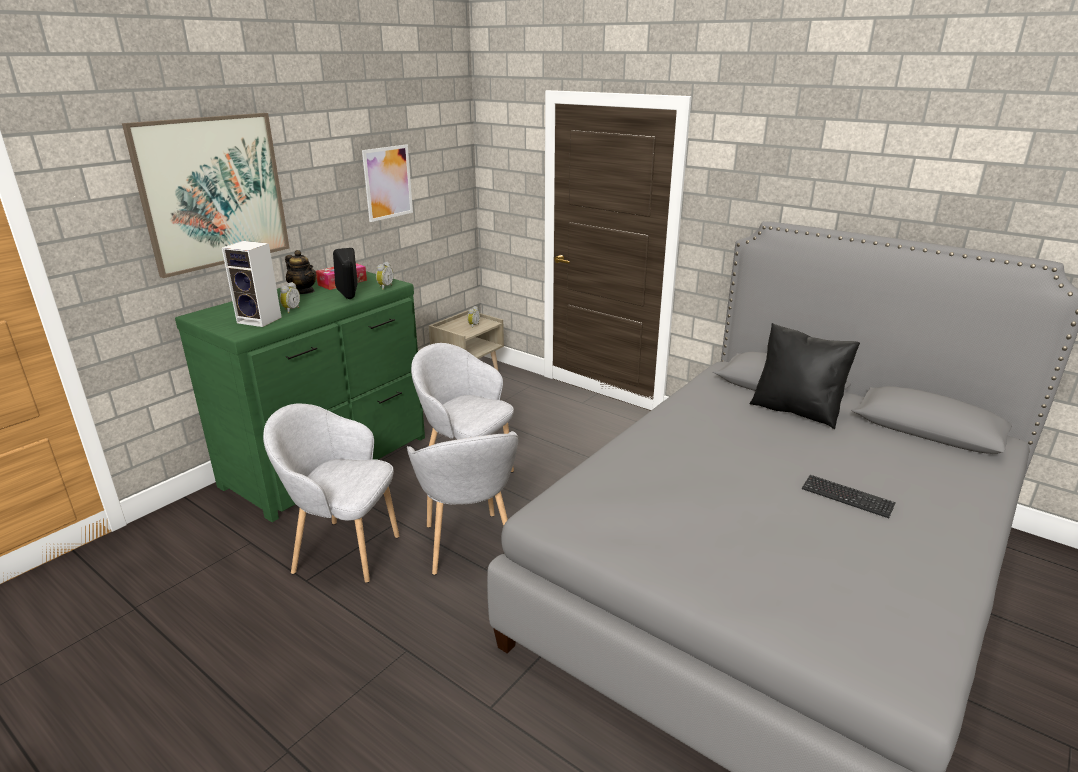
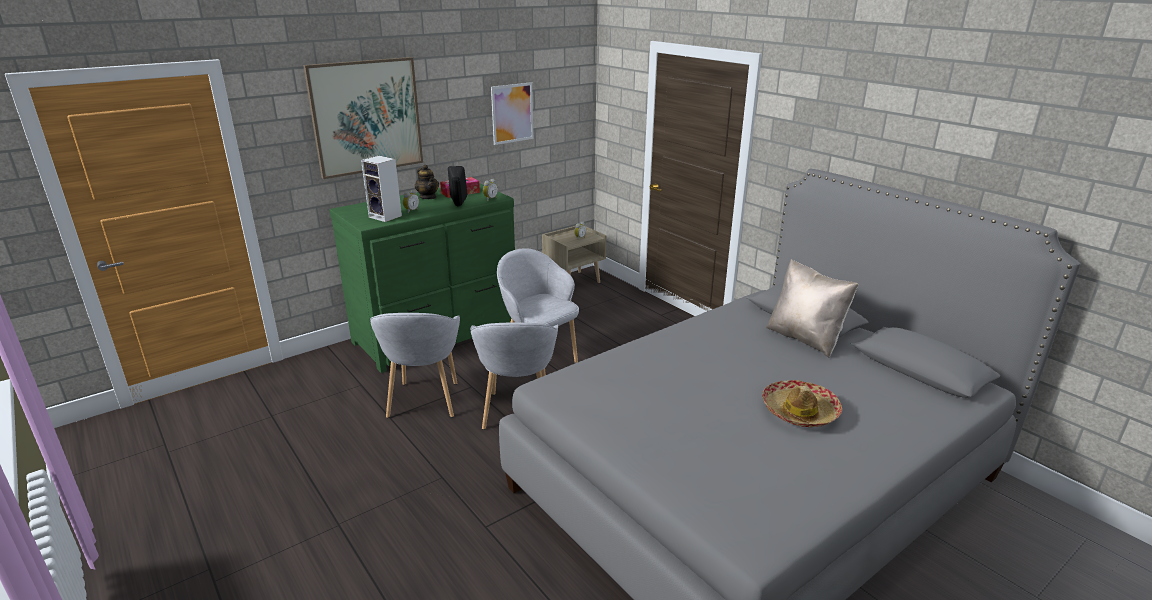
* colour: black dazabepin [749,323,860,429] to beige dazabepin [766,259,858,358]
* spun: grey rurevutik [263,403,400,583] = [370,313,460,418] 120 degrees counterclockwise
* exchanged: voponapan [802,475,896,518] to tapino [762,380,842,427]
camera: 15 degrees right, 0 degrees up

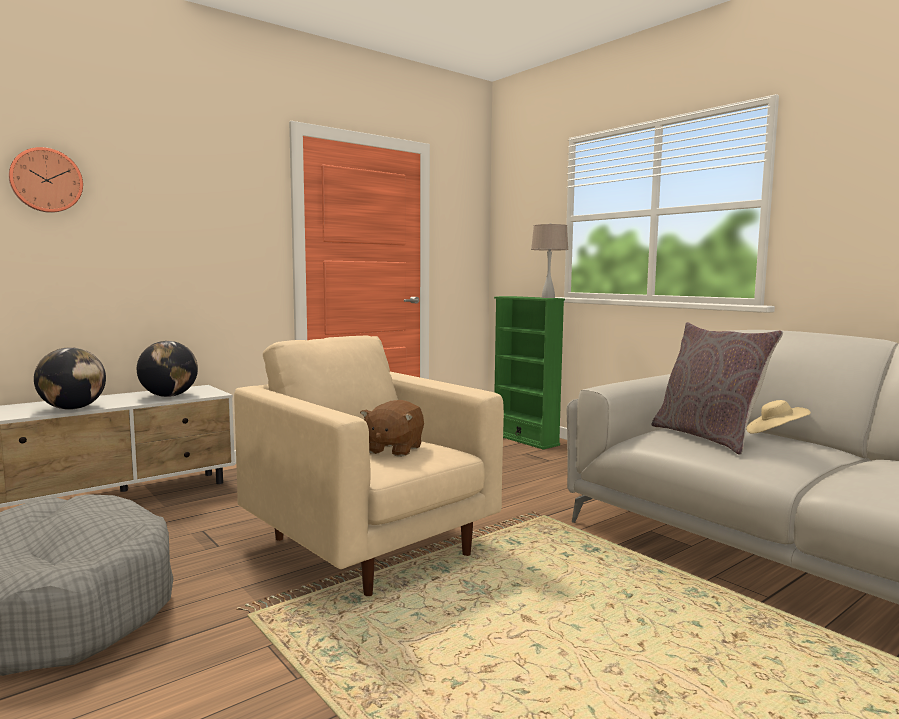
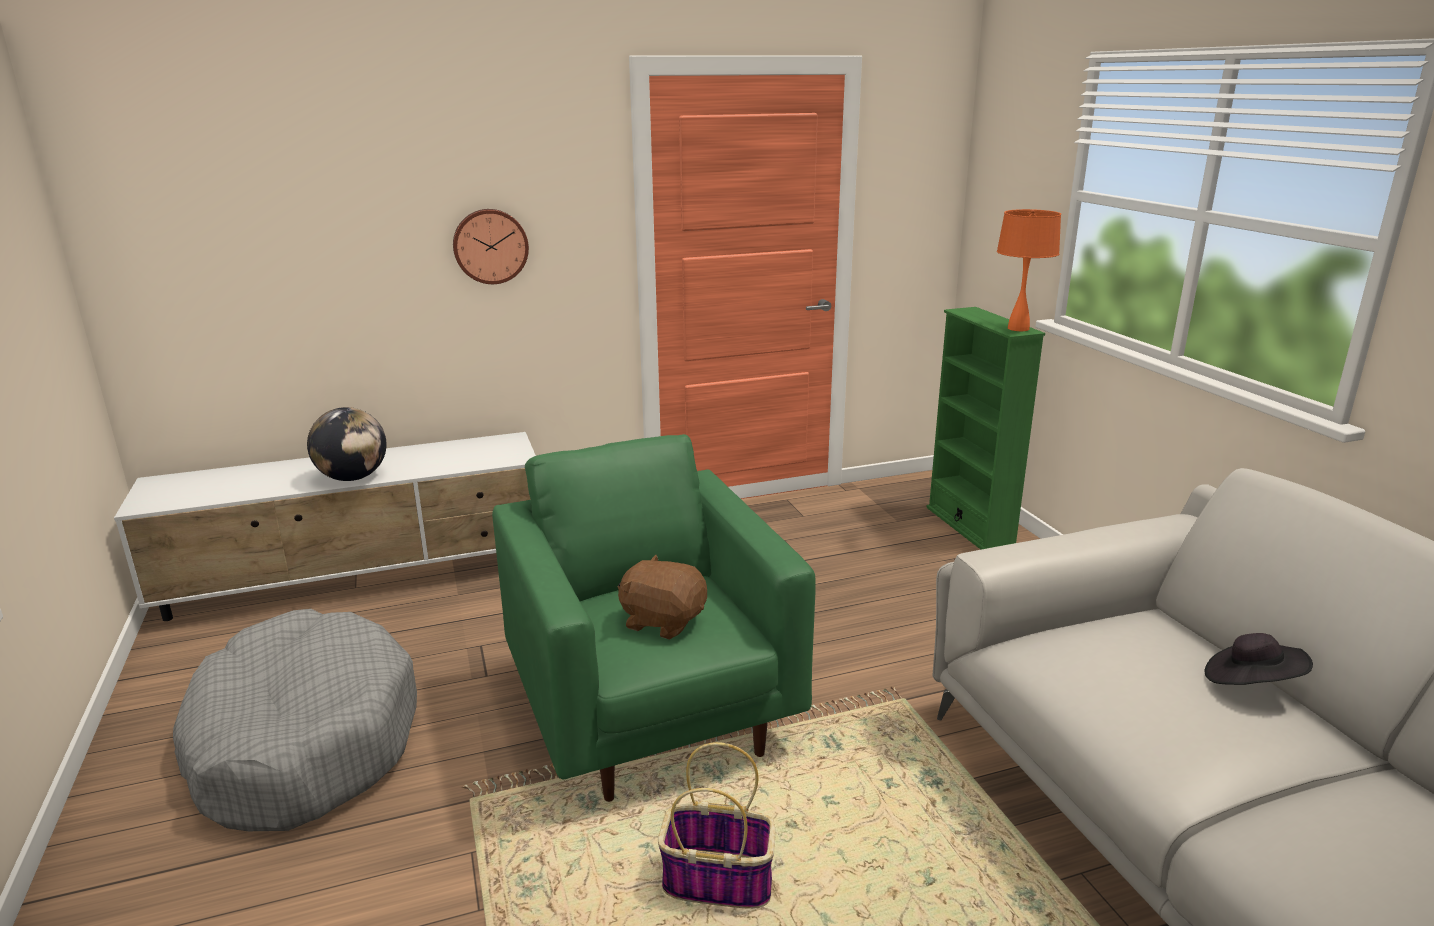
* relocated: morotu [9,147,83,213] to [453,209,529,284]
* colour: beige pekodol [531,223,568,298] to orange pekodol [997,209,1061,331]
* missing: grey dazabepin [651,322,783,455]
* colour: beige rurevutik [234,336,504,596] to green rurevutik [492,434,816,802]
* missing: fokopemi [137,341,198,397]
* spun: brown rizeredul [360,400,424,457] = [618,555,707,640] 75 degrees clockwise
* colour: beige tapino [746,400,811,434] to black tapino [1205,633,1313,685]
* appeared: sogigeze [658,742,776,909]
camera: 20 degrees right, 15 degrees up

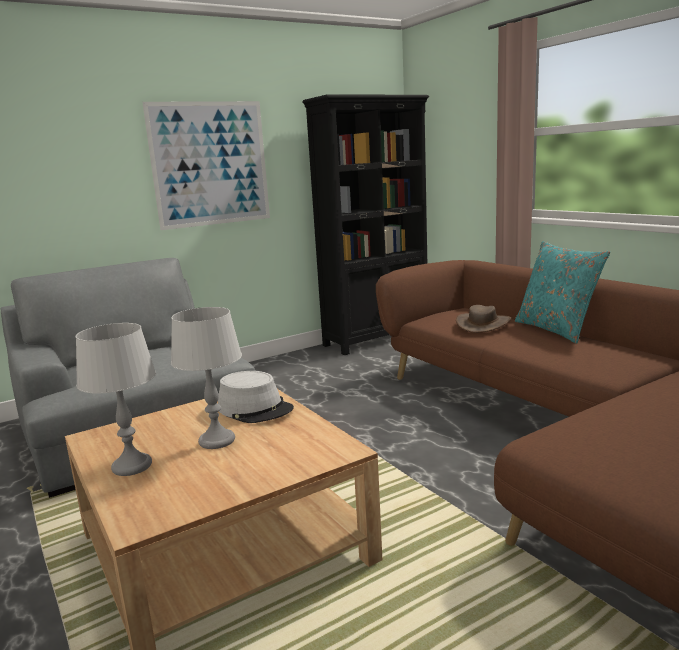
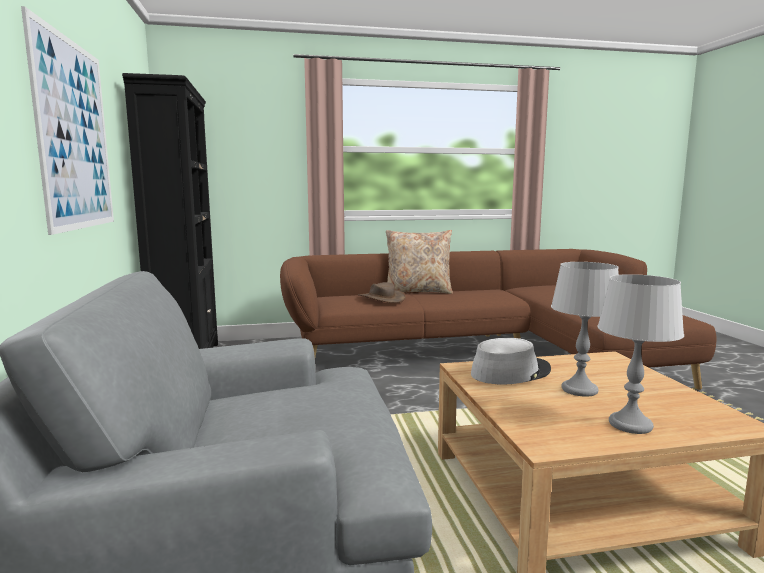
* colour: turquoise dazabepin [515,241,610,344] to beige dazabepin [386,230,453,294]
camera: 70 degrees left, 5 degrees down

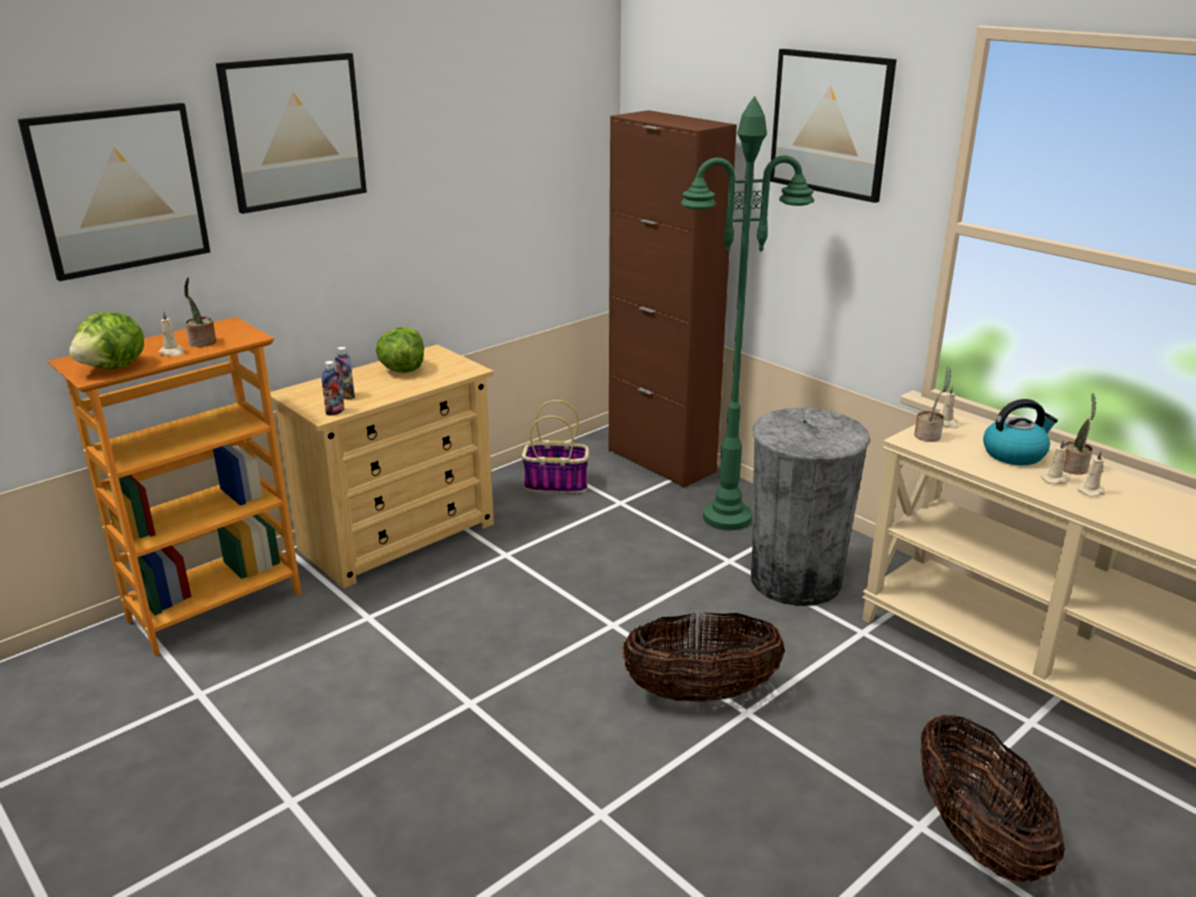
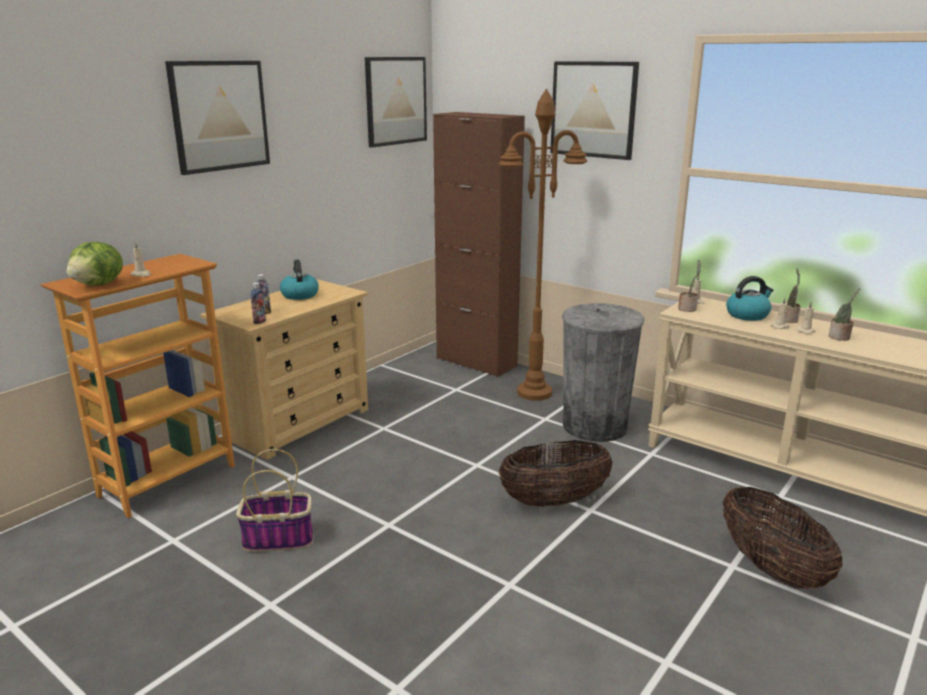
* colour: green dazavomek [681,96,814,530] to brown dazavomek [499,89,587,401]
* relocated: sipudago [18,103,210,281] to [365,57,427,148]
* relocated: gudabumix [184,277,216,347] to [829,288,860,341]
* exchanged: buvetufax [376,327,424,373] to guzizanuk [280,260,319,300]
* relocated: sogigeze [522,400,589,493] to [236,449,313,552]
camera: 10 degrees left, 5 degrees down

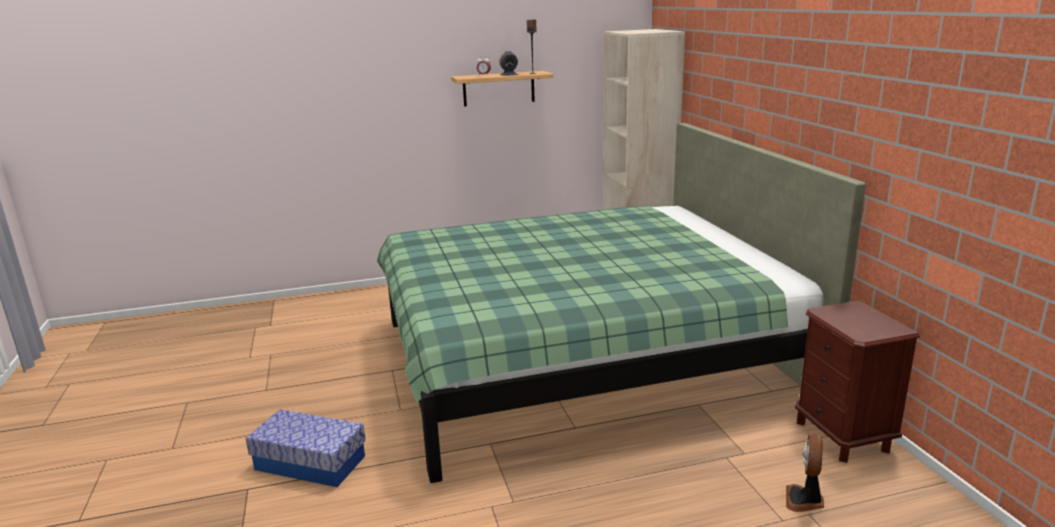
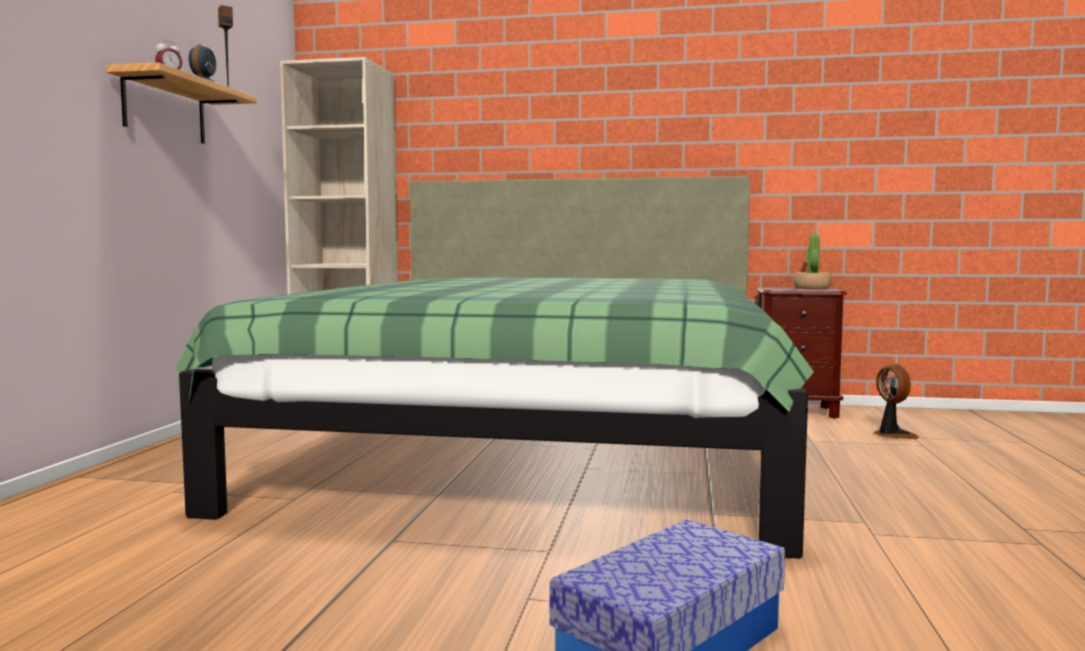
* spun: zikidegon [786,434,824,512] = [874,364,919,439] 150 degrees counterclockwise
* appeared: gudabumix [793,234,831,289]
camera: 65 degrees left, 15 degrees down

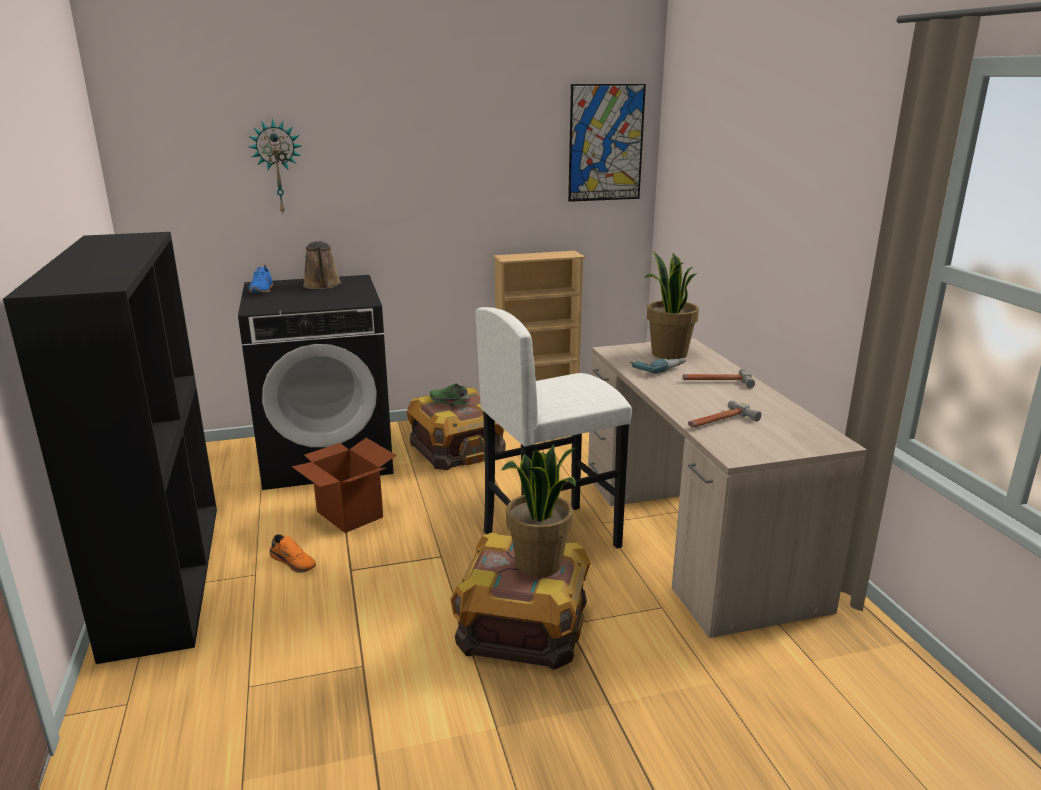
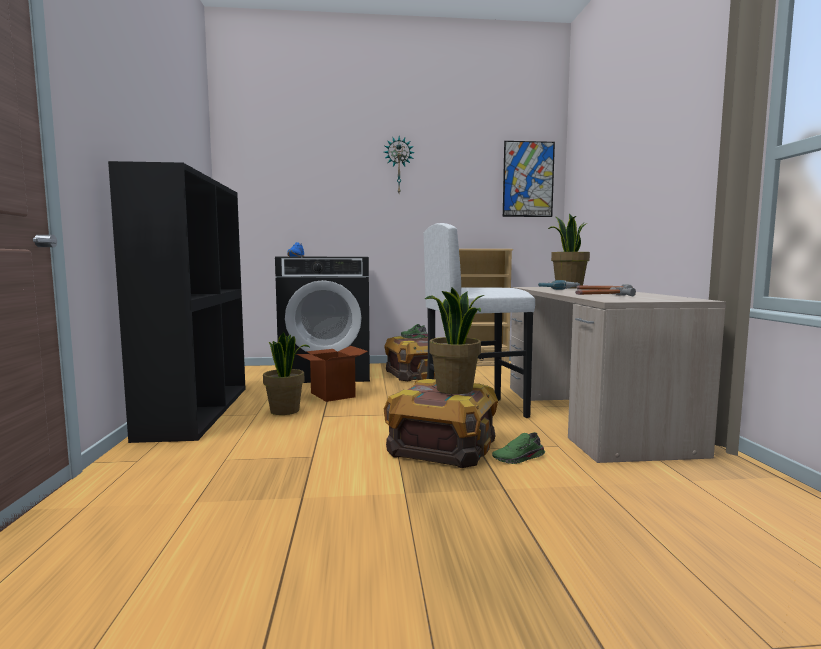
* relocated: morotu [249,119,301,214] to [384,136,415,193]
* missing: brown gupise [303,241,342,289]
* exchanged: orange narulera [270,534,316,573] to gudabumix [263,332,309,415]
* appeared: green narulera [492,432,545,464]
camera: 10 degrees right, 15 degrees down

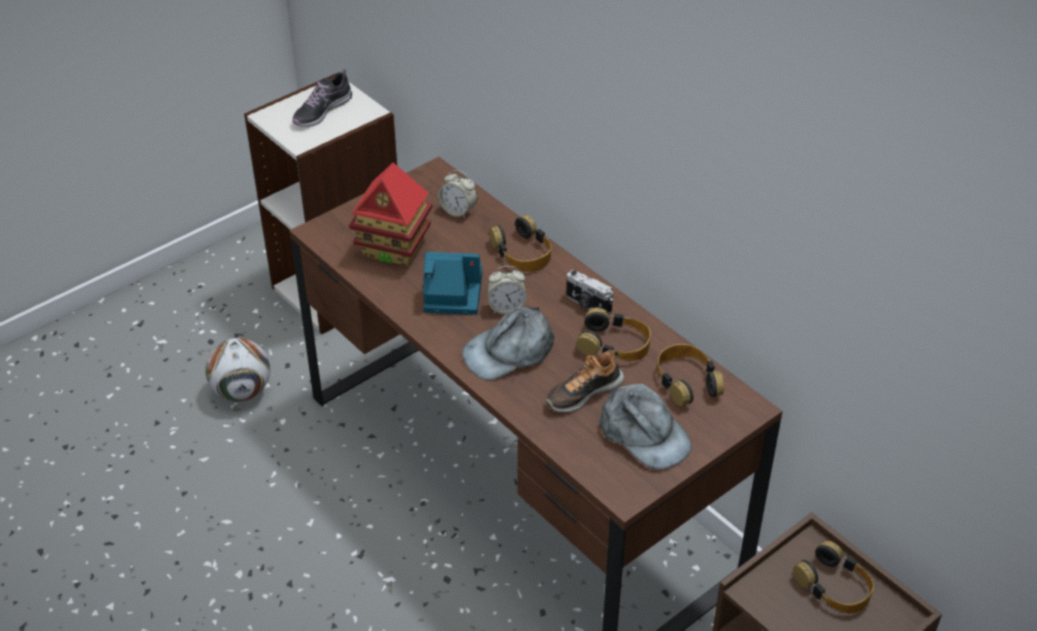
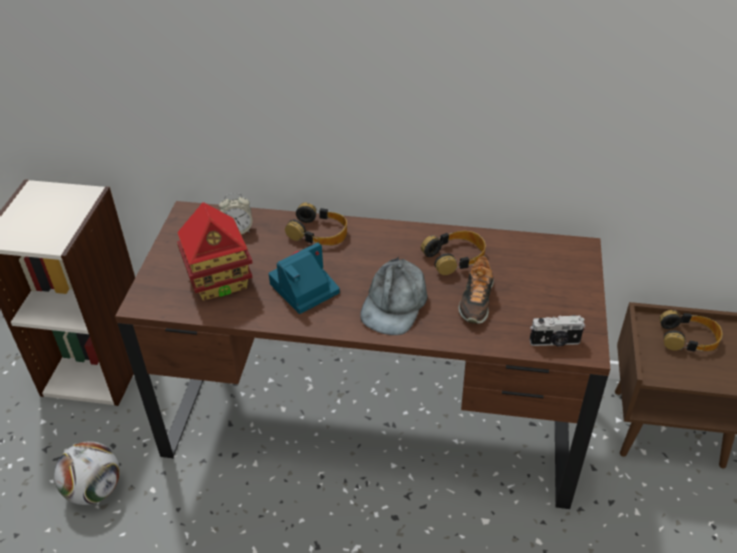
* missing: narulera [292,69,352,127]
* missing: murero [487,266,527,315]
* relocated: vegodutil [566,270,613,315] to [530,315,585,346]
* missing: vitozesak [657,344,724,406]
* missing: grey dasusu [599,384,692,469]
camera: 40 degrees left, 0 degrees up

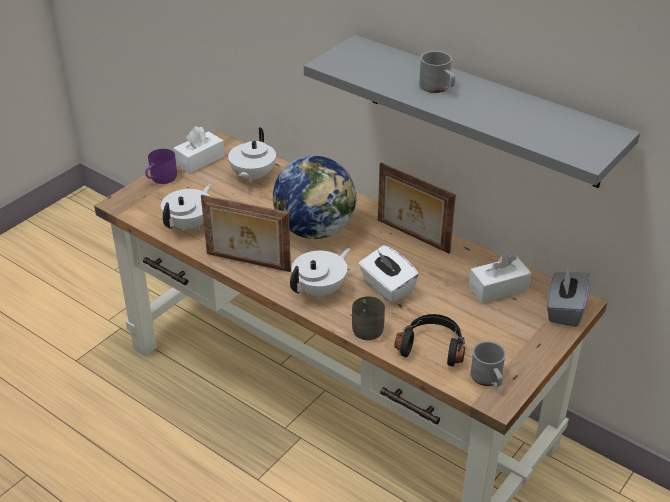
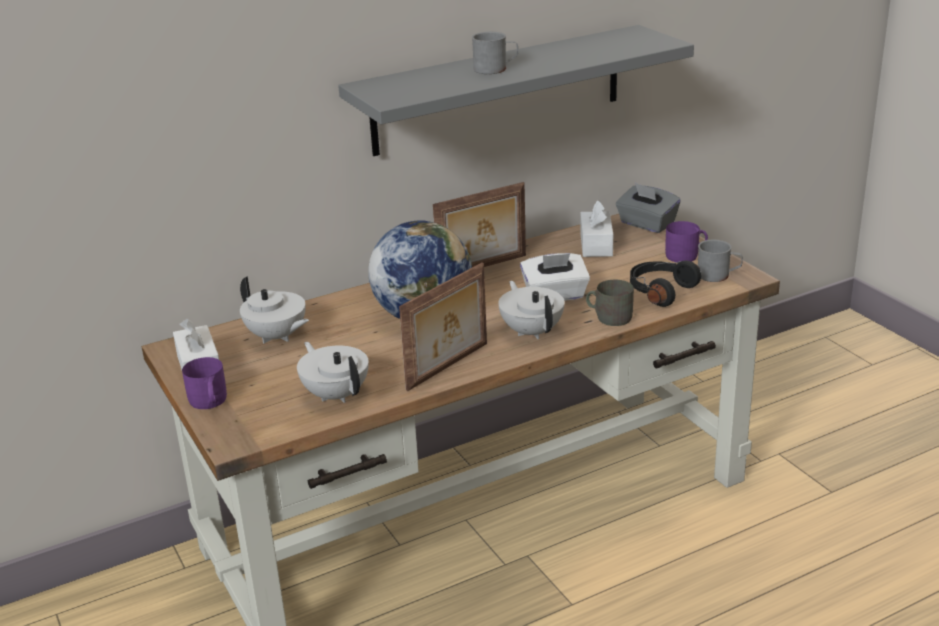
* appeared: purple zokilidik [665,221,708,262]
camera: 65 degrees left, 10 degrees down

